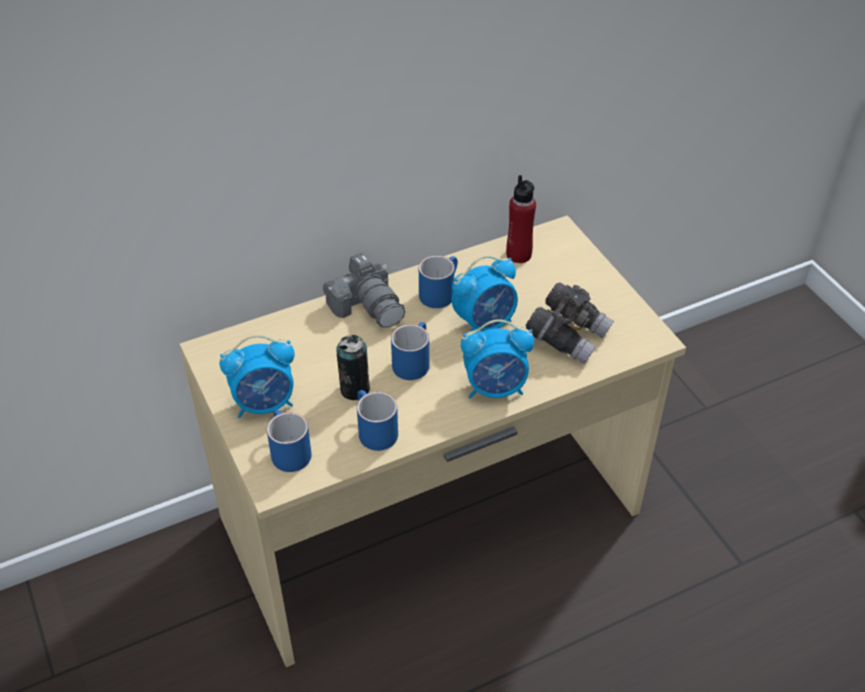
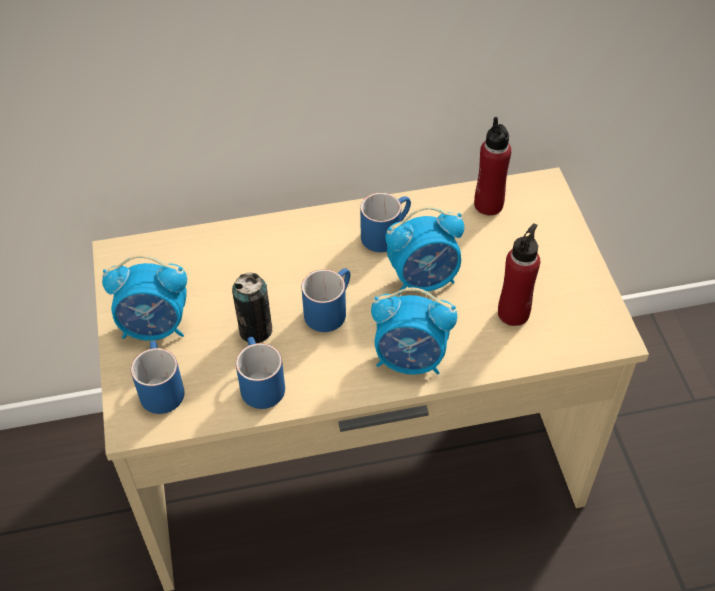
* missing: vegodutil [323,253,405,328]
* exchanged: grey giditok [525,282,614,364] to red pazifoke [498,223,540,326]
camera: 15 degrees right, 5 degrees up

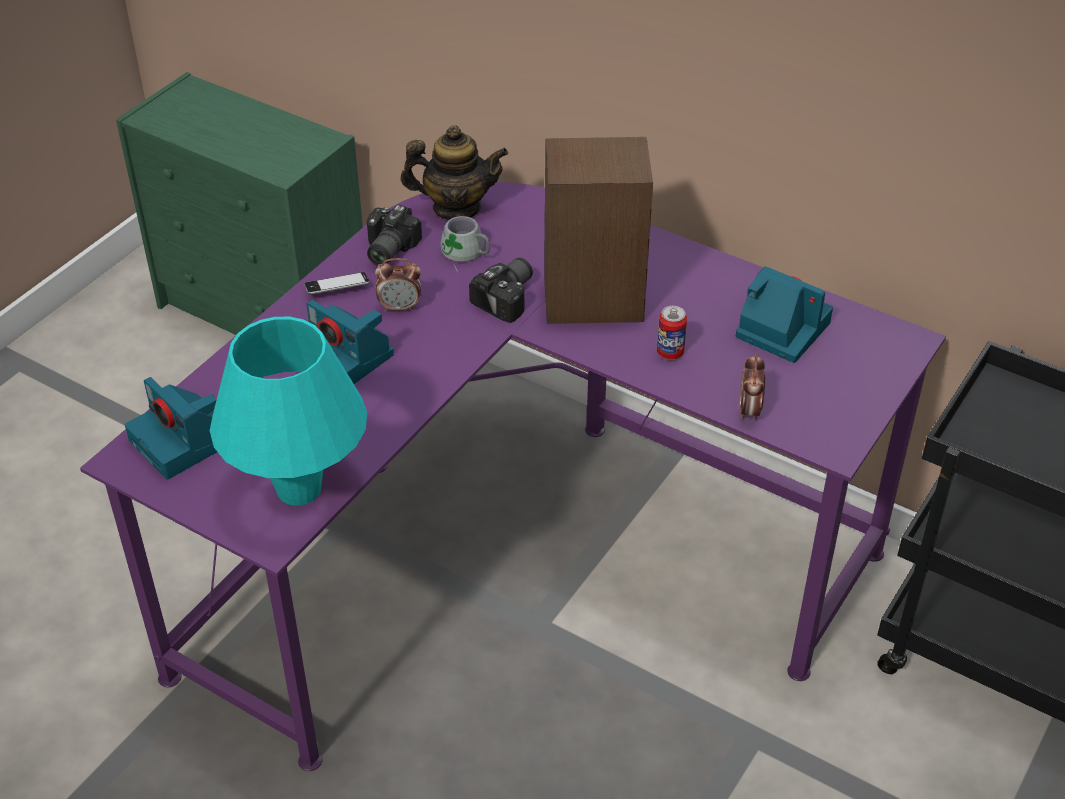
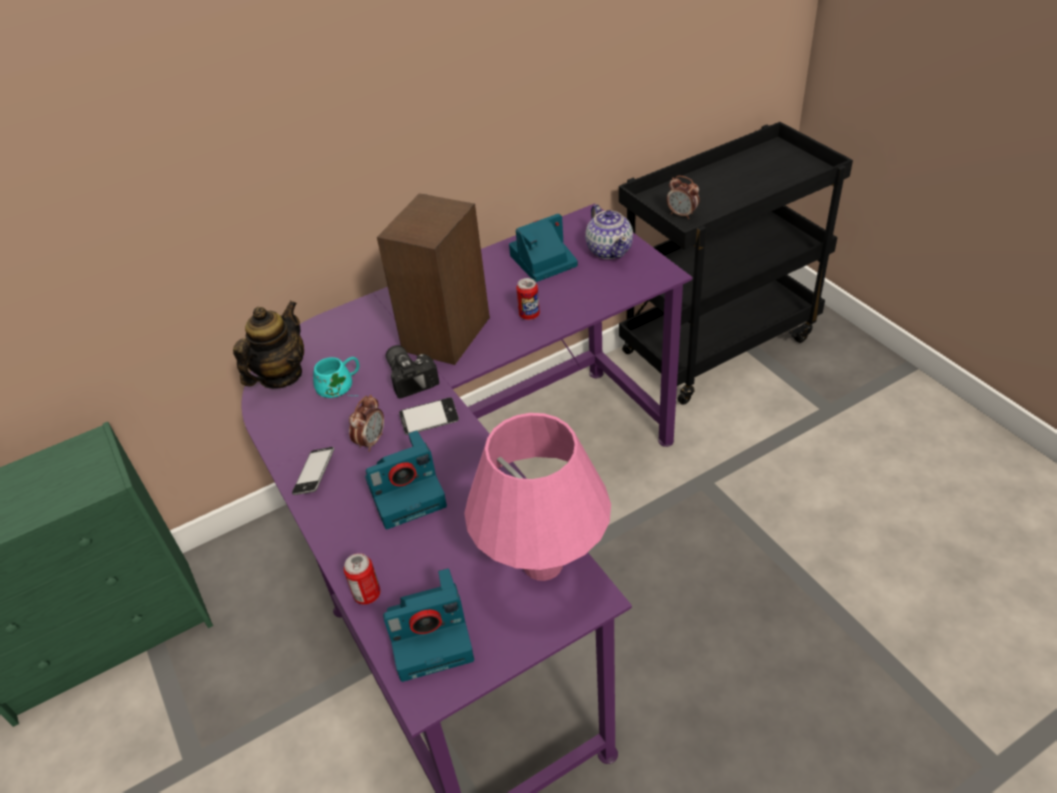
* missing: vegodutil [367,204,422,266]
* colour: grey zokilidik [441,216,490,272] to turquoise zokilidik [313,357,359,398]
* colour: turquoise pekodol [210,317,367,506] to pink pekodol [464,413,611,581]
* relocated: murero [739,354,765,421] to [666,176,699,219]
* appeared: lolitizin [585,204,633,259]
* appeared: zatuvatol [399,397,459,435]
* appeared: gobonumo [344,553,381,605]
camera: 60 degrees left, 0 degrees up

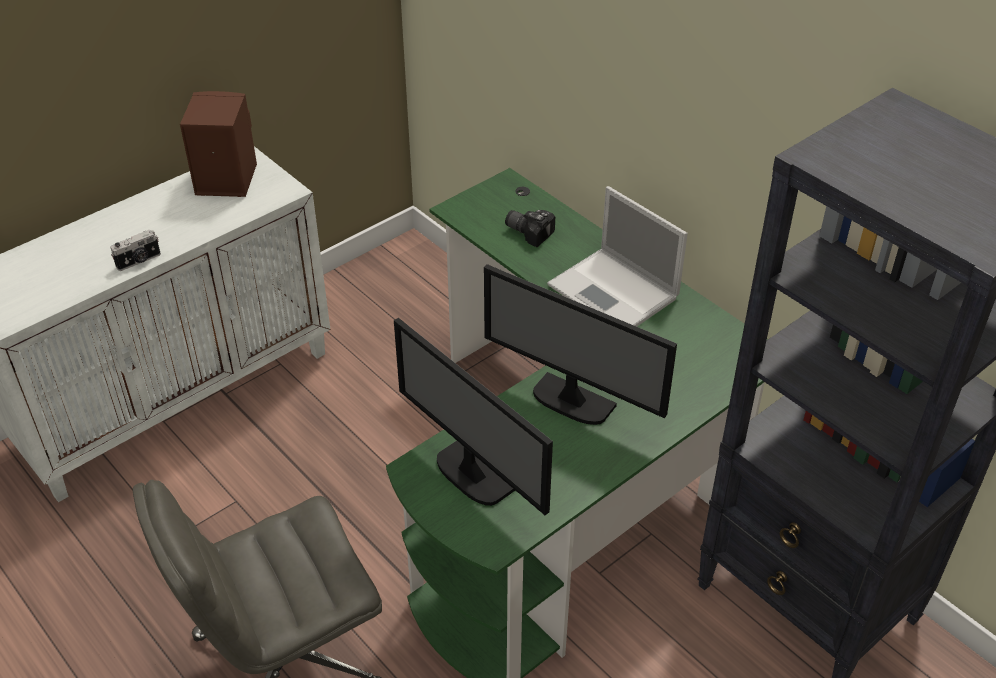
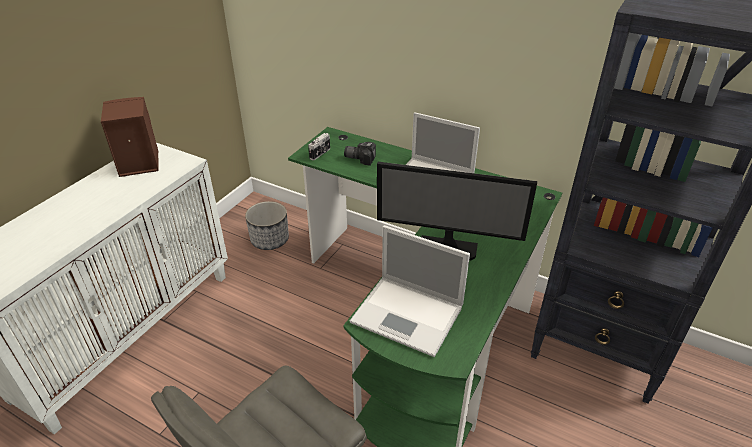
* relocated: vegodutil [110,229,161,271] to [308,133,330,160]
* exchanged: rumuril [394,318,553,515] to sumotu [350,225,470,357]
* appeared: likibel [245,201,289,250]
camera: 20 degrees left, 5 degrees down

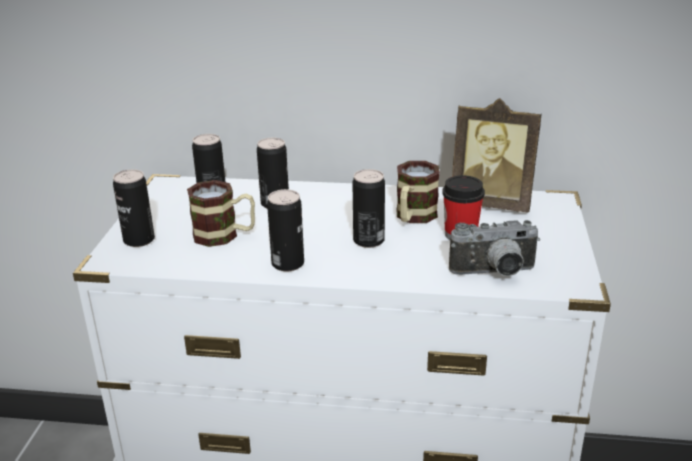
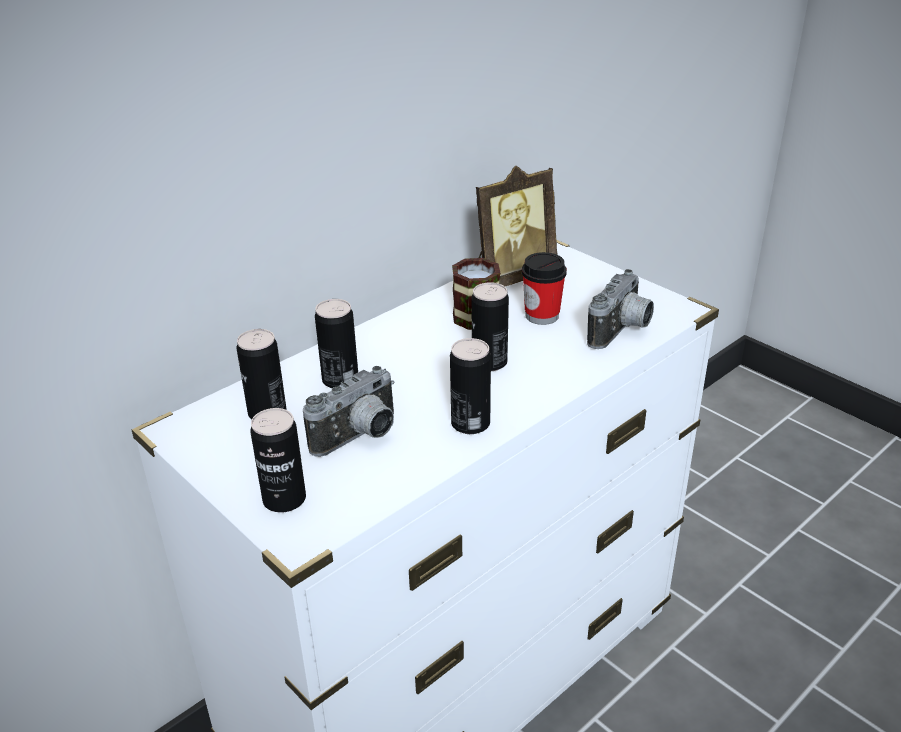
* exchanged: zokilidik [187,180,255,247] to vegodutil [303,366,395,457]
camera: 50 degrees left, 5 degrees up

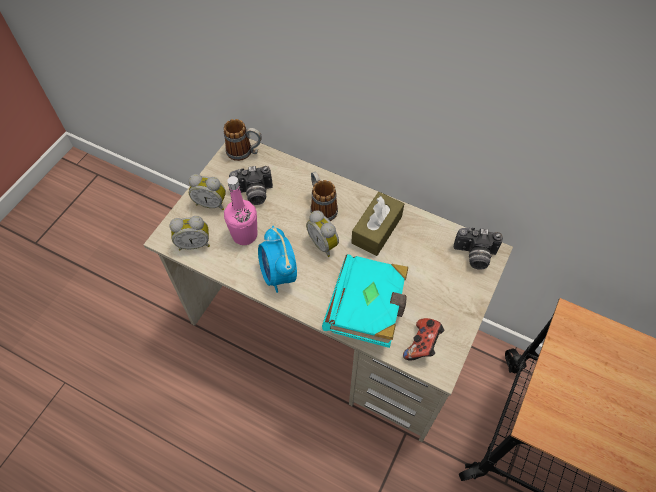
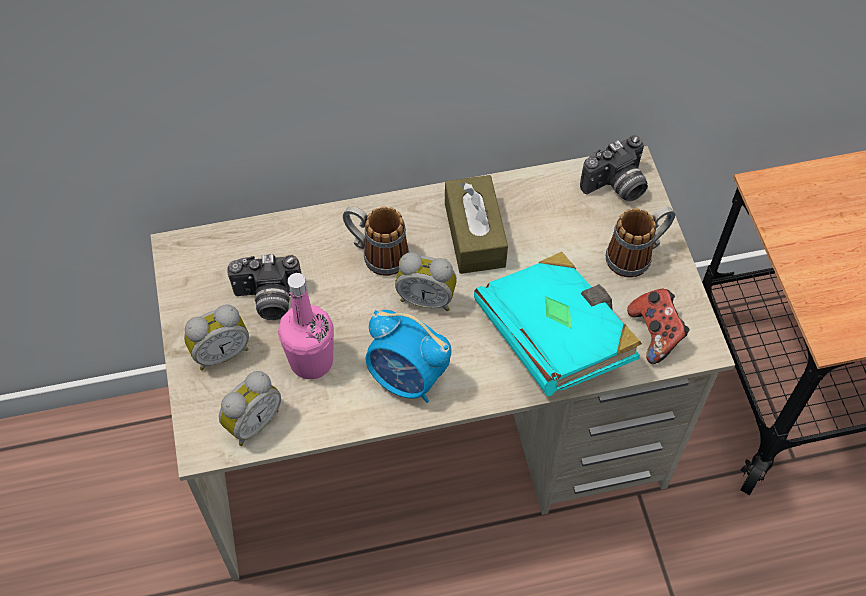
* relocated: zokilidik [224,119,262,161] to [606,207,675,278]
* spun: vegodutil [229,166,273,205] = [227,254,301,320] 45 degrees clockwise
camera: 40 degrees left, 0 degrees up

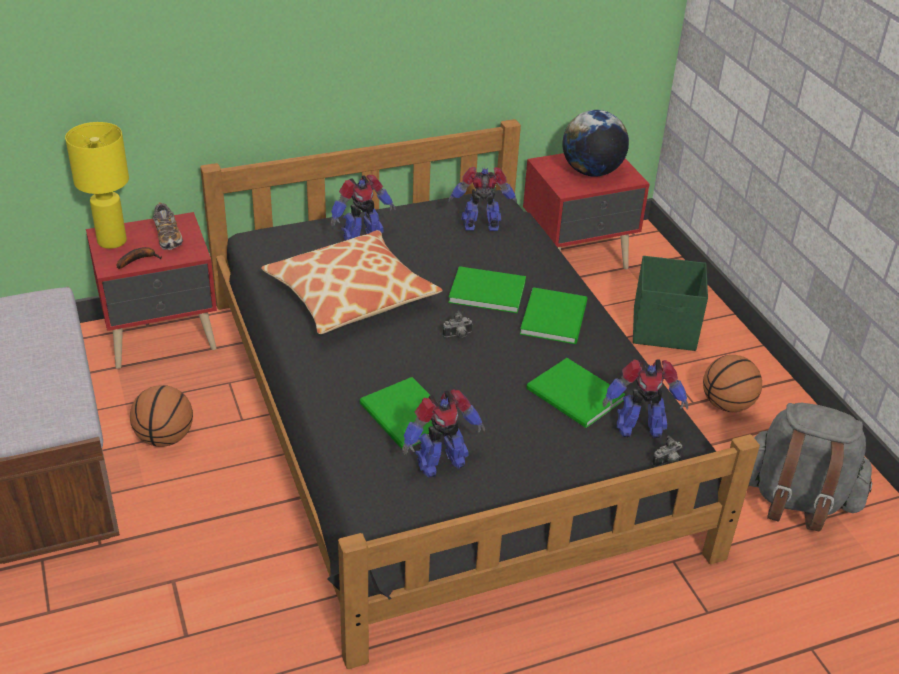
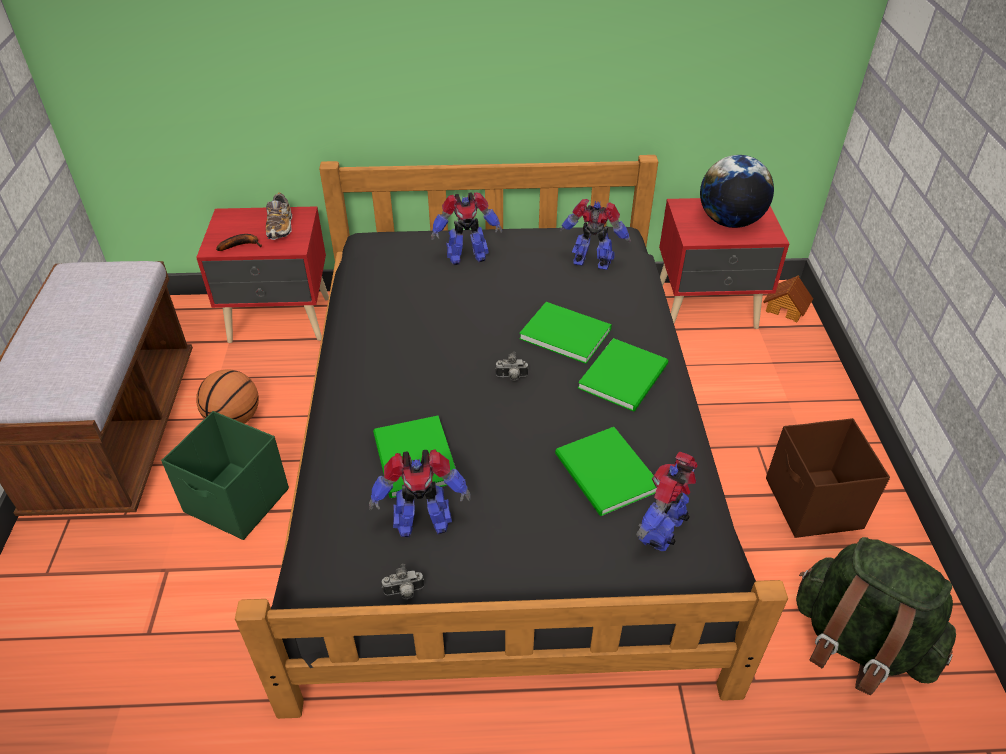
* missing: yellow pekodol [65,122,129,249]
* missing: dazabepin [261,230,443,334]
* relocated: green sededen [633,256,708,351] to [161,411,289,540]
* exchanged: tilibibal [703,355,762,412] to brown sededen [766,418,890,538]
* spun: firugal [603,359,688,438] = [636,451,697,551] 105 degrees clockwise
* colour: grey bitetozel [749,403,872,531] to green bitetozel [796,537,956,695]
* relocated: vegodutil [652,436,683,467] to [382,564,424,599]
* appeared: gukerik [763,276,813,322]
camera: 20 degrees right, 5 degrees up

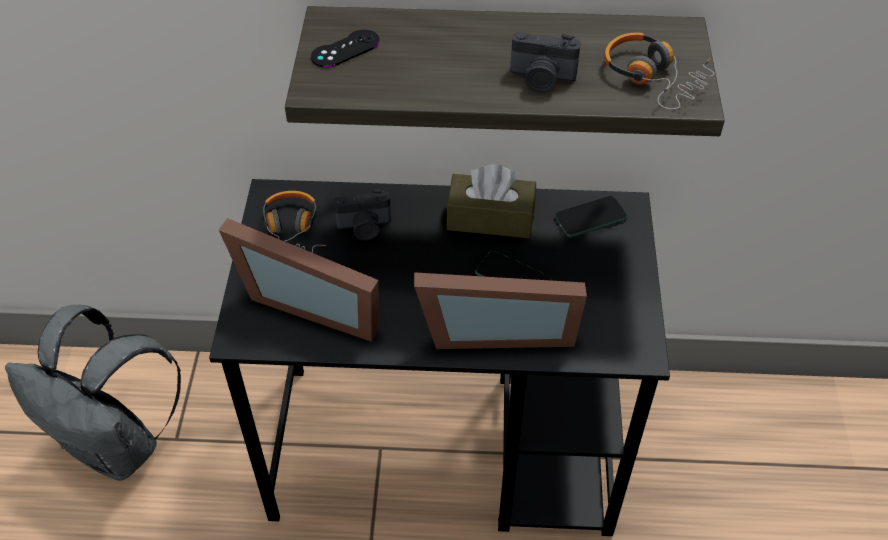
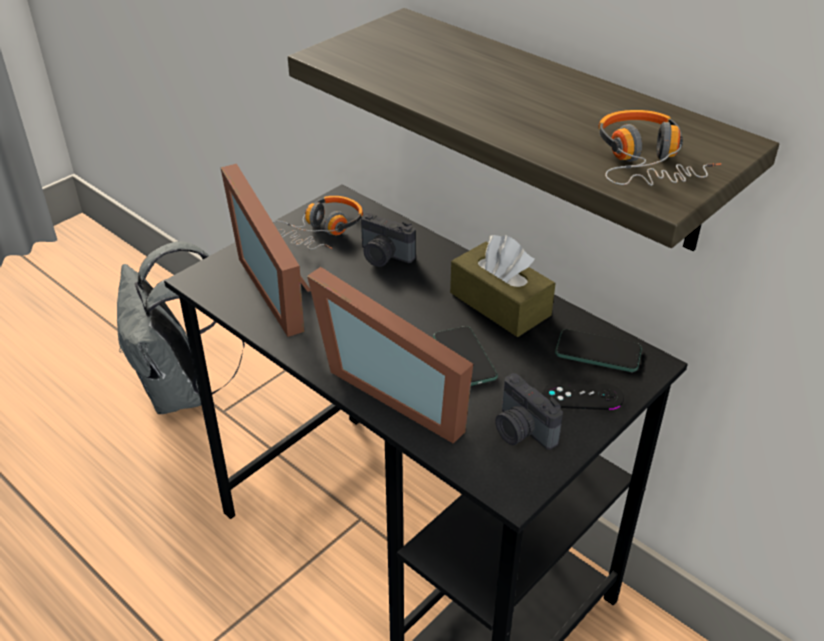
* relocated: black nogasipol [311,30,380,68] to [543,381,624,410]
* relocated: vegodutil [510,32,581,93] to [495,373,563,450]
camera: 40 degrees right, 10 degrees down

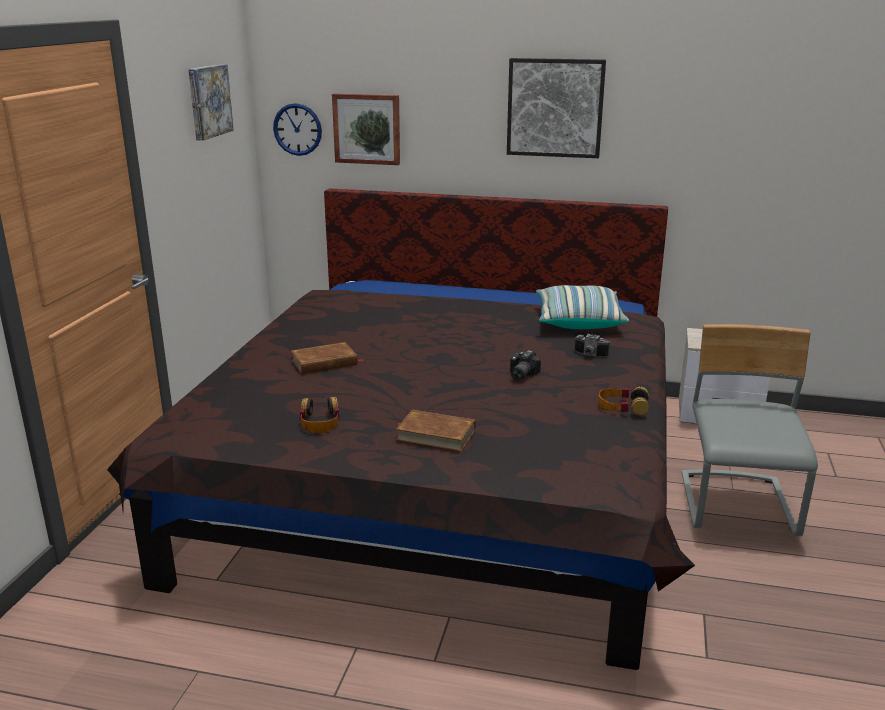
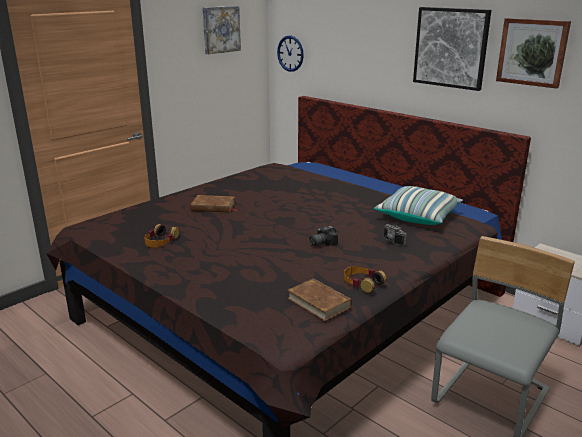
* relocated: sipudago [332,93,400,165] to [496,18,571,89]
* relocated: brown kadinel [396,410,476,452] to [287,278,352,321]
camera: 30 degrees right, 0 degrees up

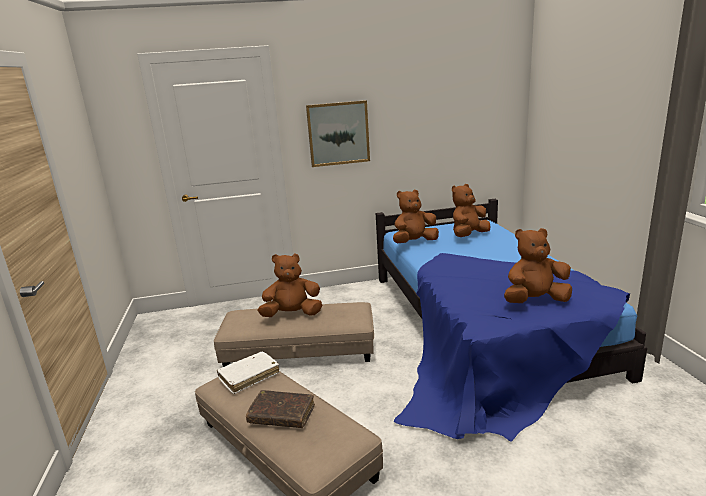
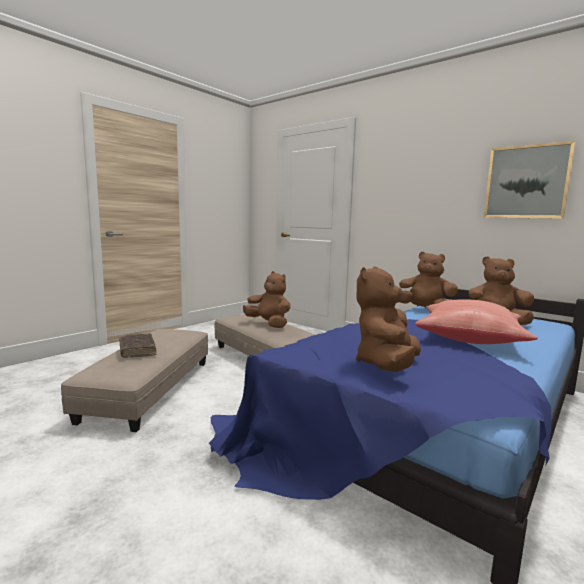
* relocated: sipudago [306,100,370,167] to [484,141,576,219]
* spun: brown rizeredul [504,228,572,303] = [356,266,421,372] 105 degrees counterclockwise
* missing: white kadinel [217,352,280,394]
* appeared: red dazabepin [415,300,538,344]
camera: 50 degrees right, 10 degrees down

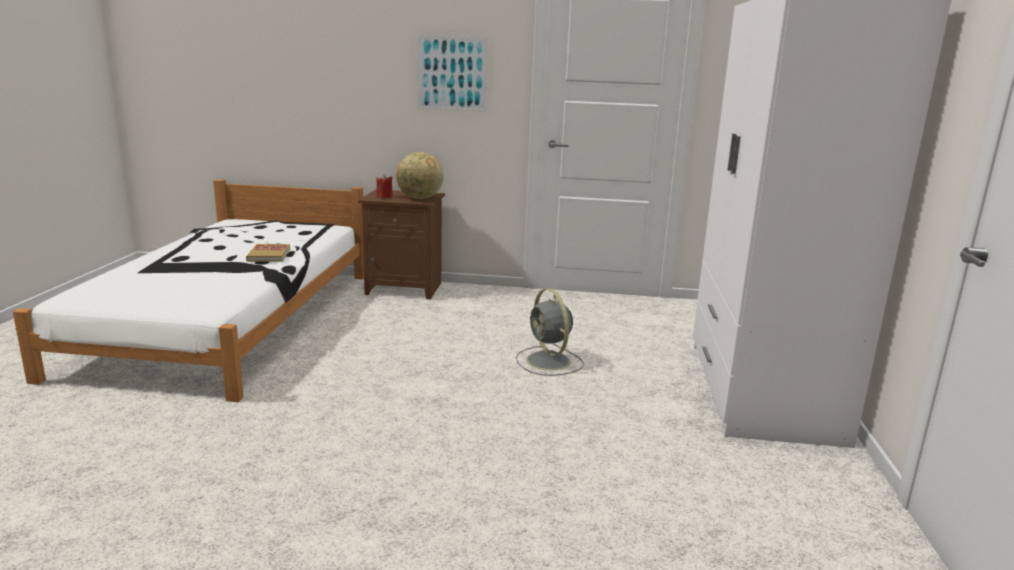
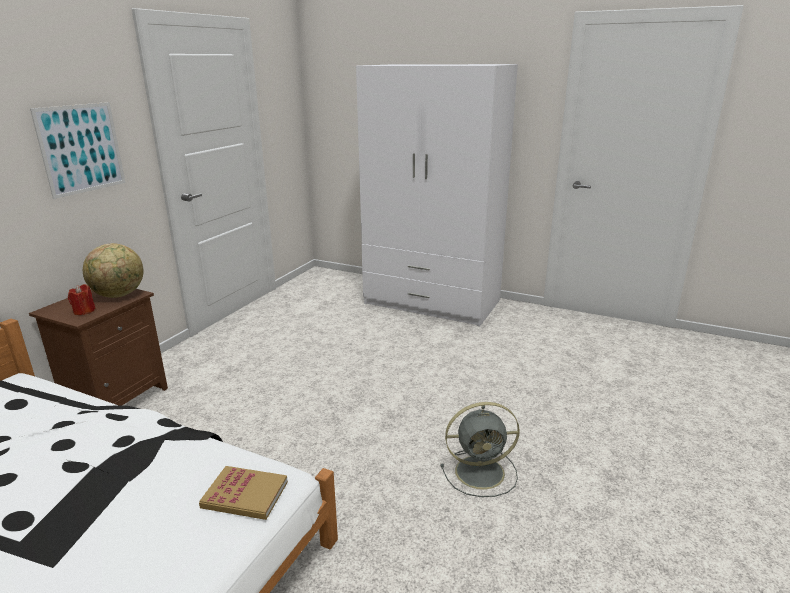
* relocated: kadinel [246,244,290,262] to [199,466,288,520]
* relocated: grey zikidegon [516,288,584,376] to [440,402,520,497]
camera: 70 degrees left, 5 degrees up

